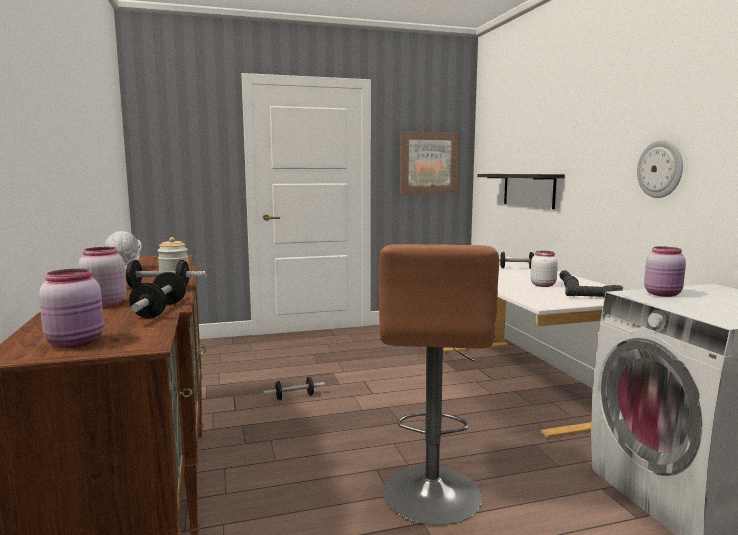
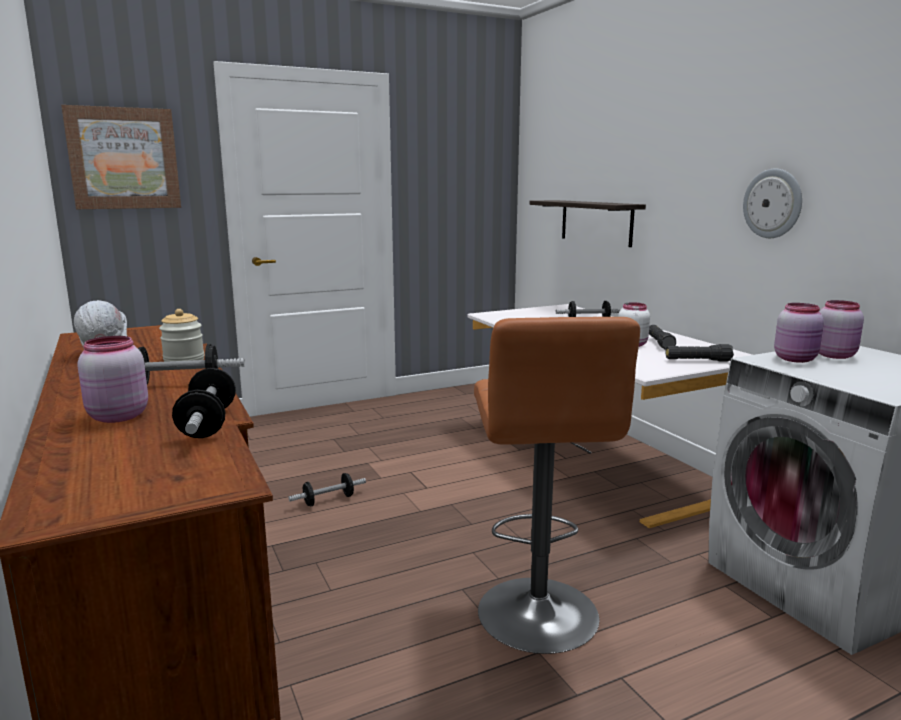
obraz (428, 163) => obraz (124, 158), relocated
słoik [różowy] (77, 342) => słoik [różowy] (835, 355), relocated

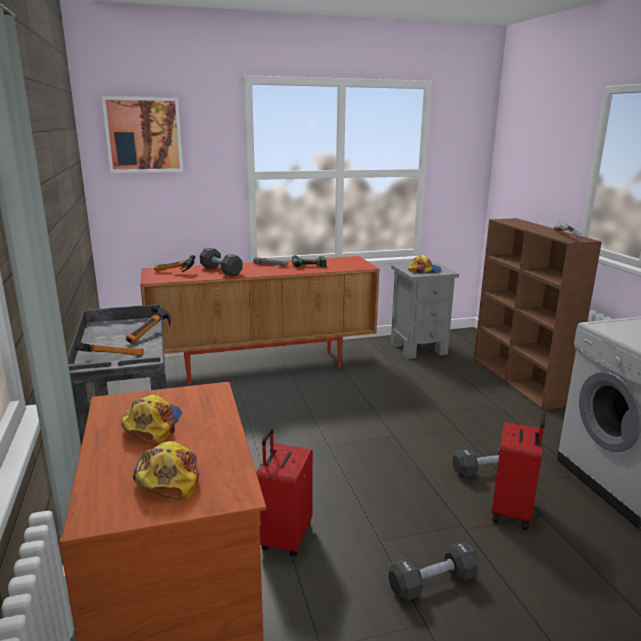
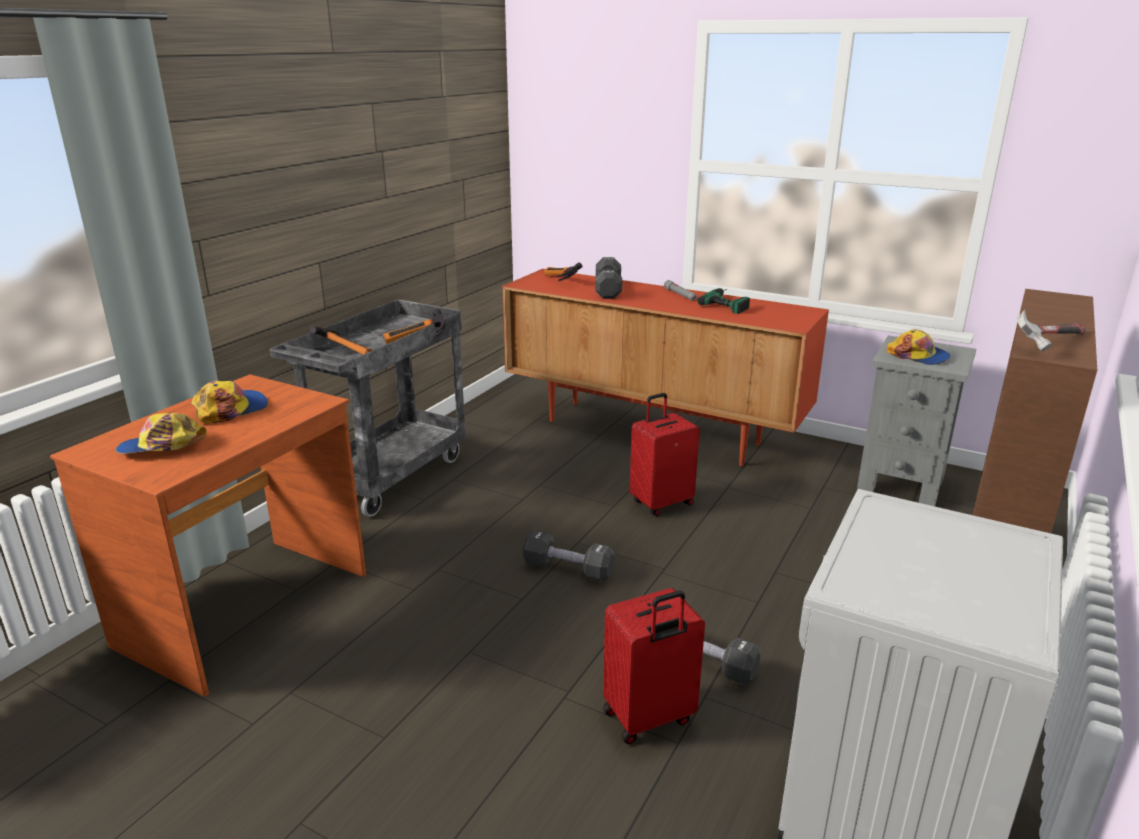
czapka z daszkiem (168, 475) => czapka z daszkiem (161, 447), 135 degrees counterclockwise
hantel [czarny] (432, 583) => hantel [czarny] (568, 569), relocated
walizka [czerwony] (284, 537) => walizka [czerwony] (661, 503), relocated
obraz (144, 135) => nothing

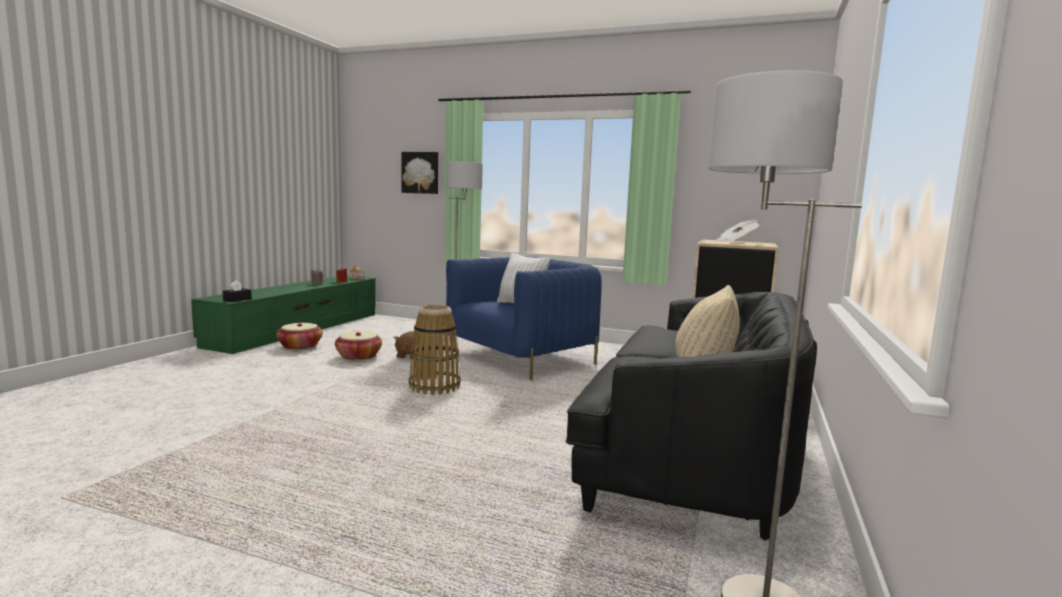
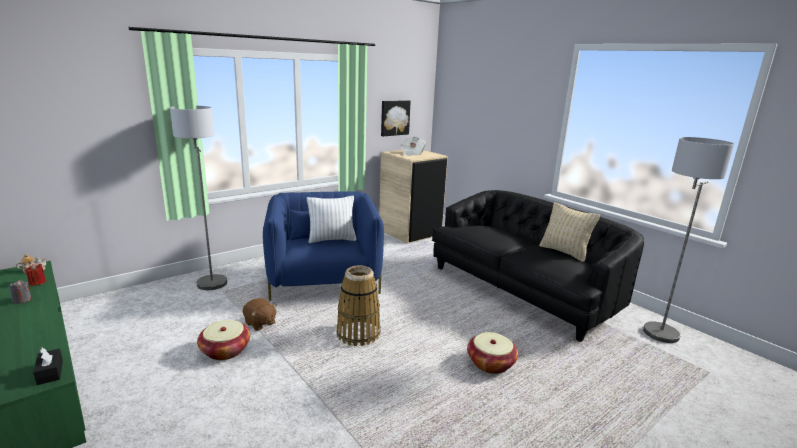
obraz (420, 172) => obraz (394, 118), relocated
koszyk (300, 346) => koszyk (490, 363), relocated

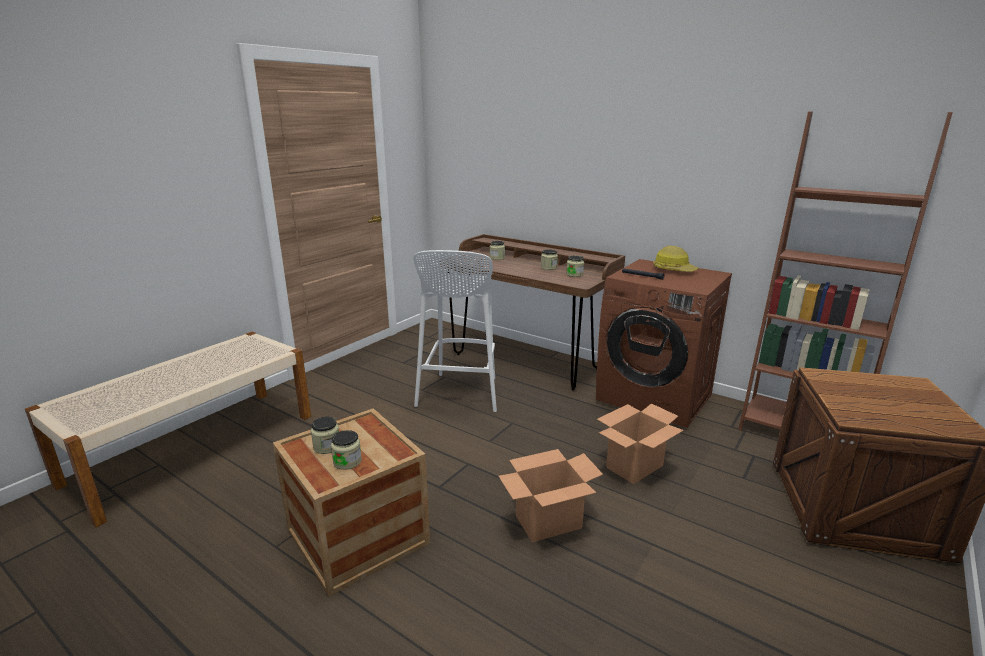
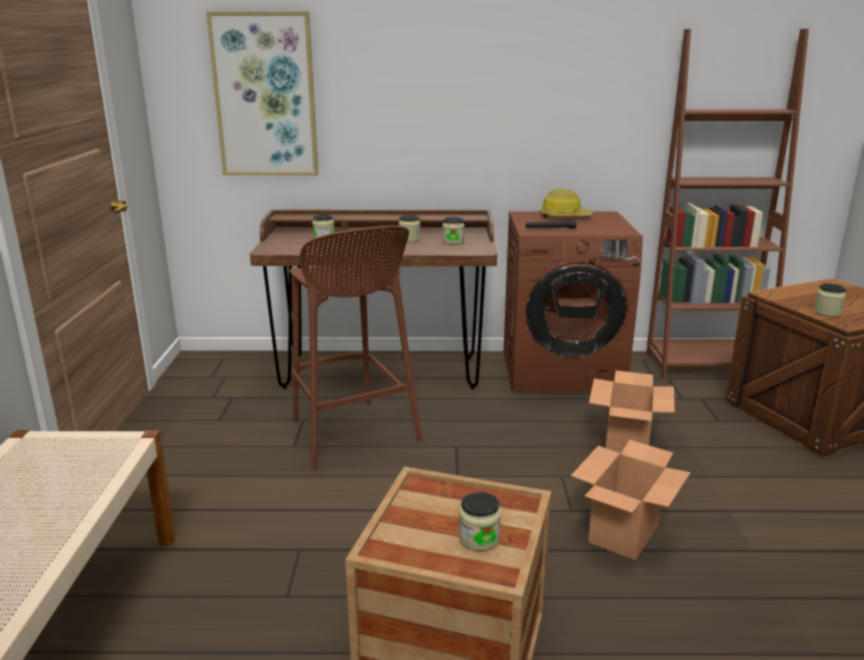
nothing => obraz (265, 96)
stołek [biały] (460, 393) => stołek [brązowy] (351, 434)
słoik (327, 446) => słoik (827, 312), relocated

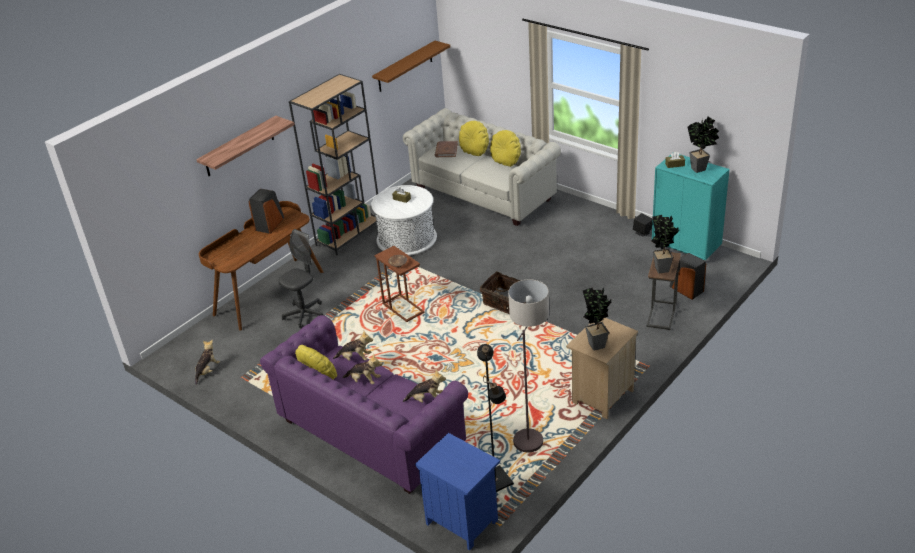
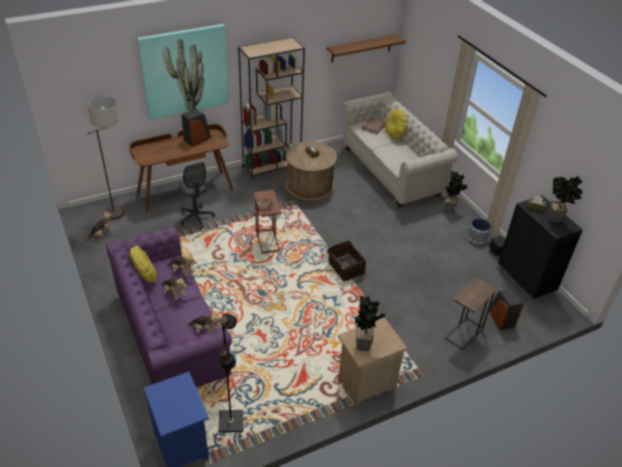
lampa stojąca [szary] (531, 435) => lampa stojąca [szary] (120, 211), relocated
półka (239, 146) => obraz (184, 71)
krzesło biurowe [szary] (305, 315) => krzesło biurowe [szary] (196, 217), 90 degrees clockwise
ława [biały] (406, 238) => ława [brązowy] (309, 185)
roślina doniczkowa (662, 267) => roślina doniczkowa (450, 209), relocated
nothing => donica (477, 237)
szafka [turkusowy] (687, 246) => szafka [czarny] (527, 279)
poduszka [żółty] (506, 162) => nothing

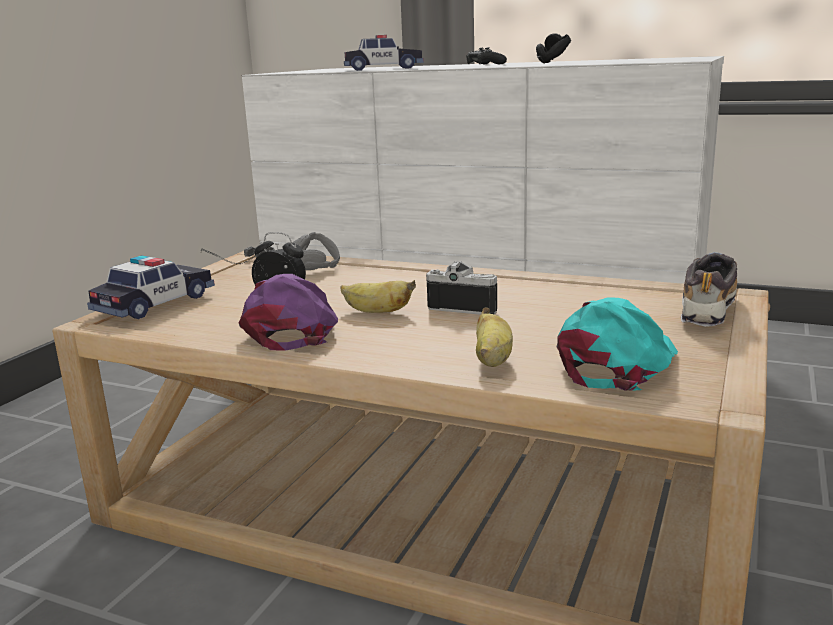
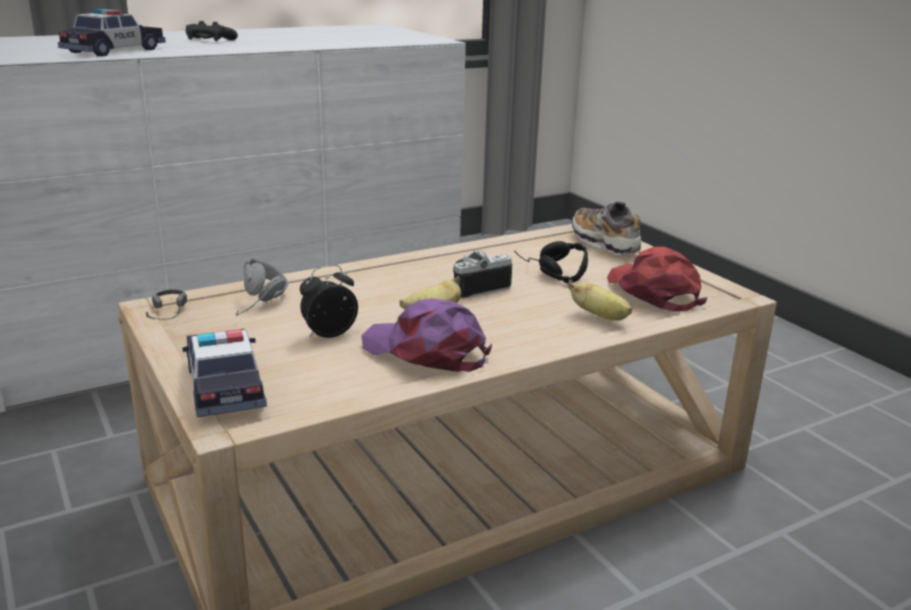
słuchawki [czarny] (547, 62) => słuchawki [czarny] (545, 273), relocated
czapka z daszkiem [turkusowy] (618, 362) => czapka z daszkiem [czerwony] (653, 292)

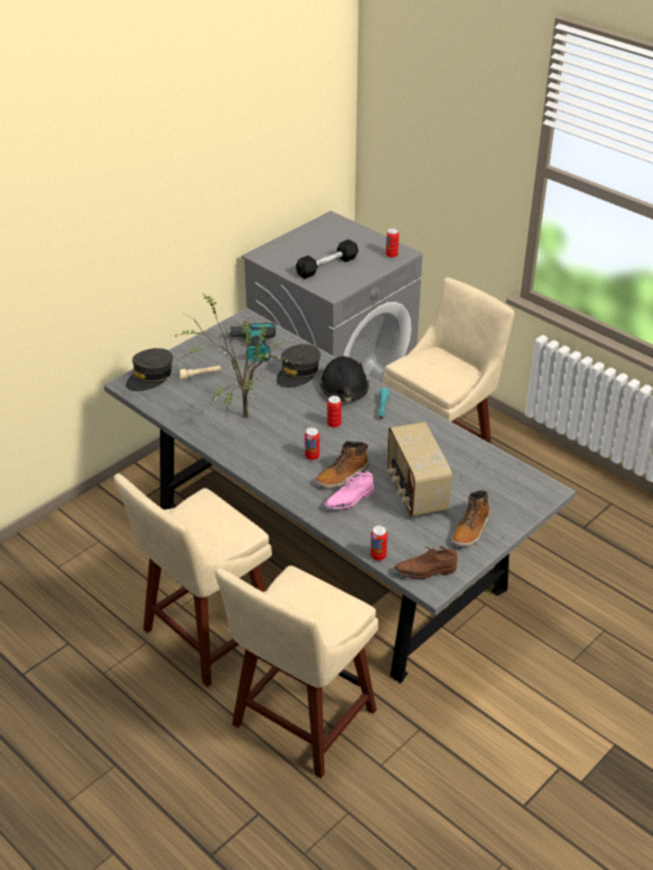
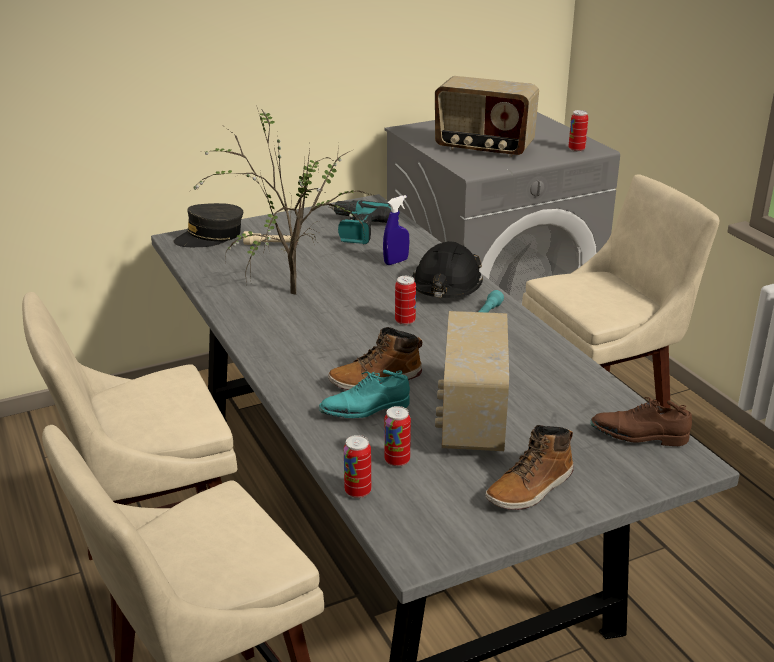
but [różowy] (349, 500) => but [turkusowy] (365, 411)
czapka z daszkiem [szary] (298, 373) => spryskiwacz [niebieski] (396, 262)
puszka (312, 456) => puszka (397, 461), relocated
hantel [czarny] (327, 266) => radio (483, 148)
but [brązowy] (425, 571) => but [brązowy] (638, 436), relocated

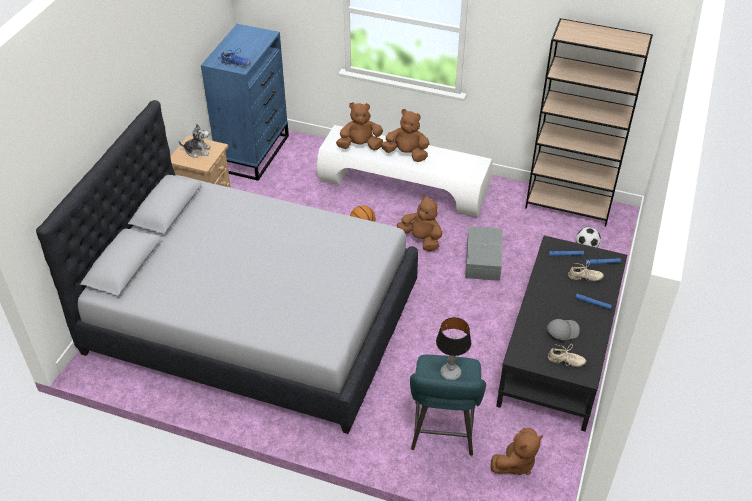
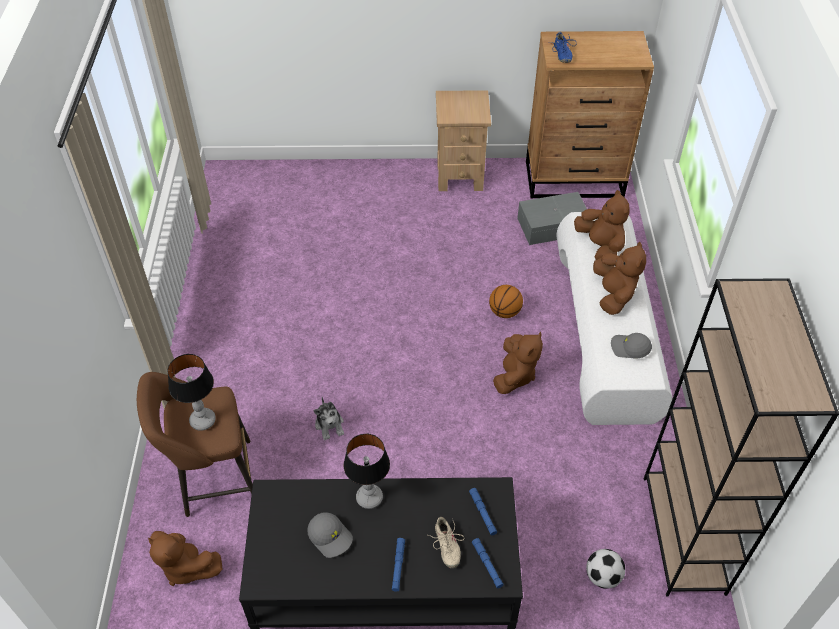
stołek [turkusowy] (443, 432) => stołek [brązowy] (213, 479)
pluszak (197, 151) => pluszak (330, 425), relocated
nothing => lampa stołowa (369, 498)
pojemnik do przechowywania [szary] (482, 260) => pojemnik do przechowywania [szary] (551, 225), relocated
komoda [niebieski] (254, 152) => komoda [brązowy] (575, 179)
nothing => czapka z daszkiem [szary] (629, 348)
łóżko [szary] (252, 318) => nothing
but [beżowy] (566, 361) => nothing

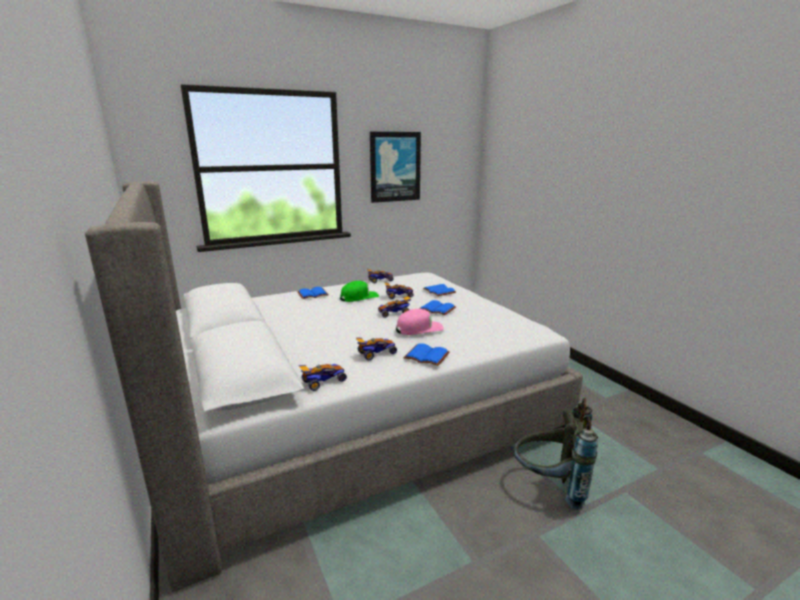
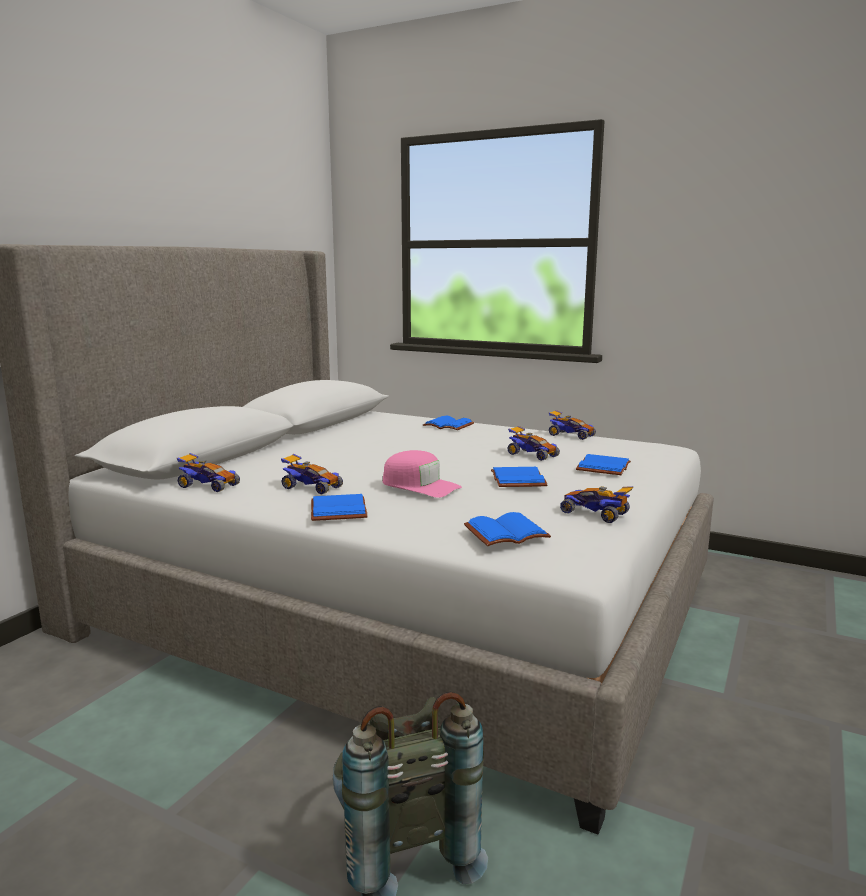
nothing => książka [niebieski] (506, 532)
samochodzik (394, 313) => samochodzik (596, 514), relocated
czapka z daszkiem [zielony] (359, 297) => nothing
obraz (395, 167) => nothing

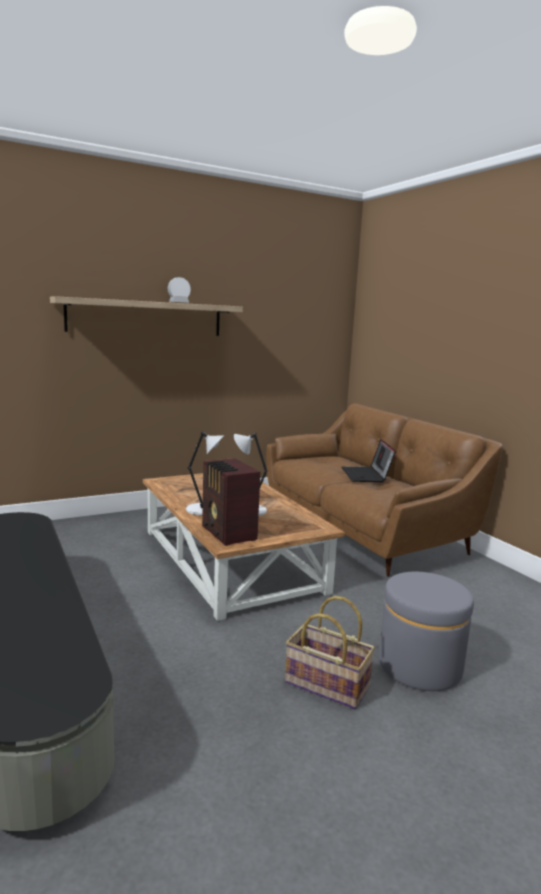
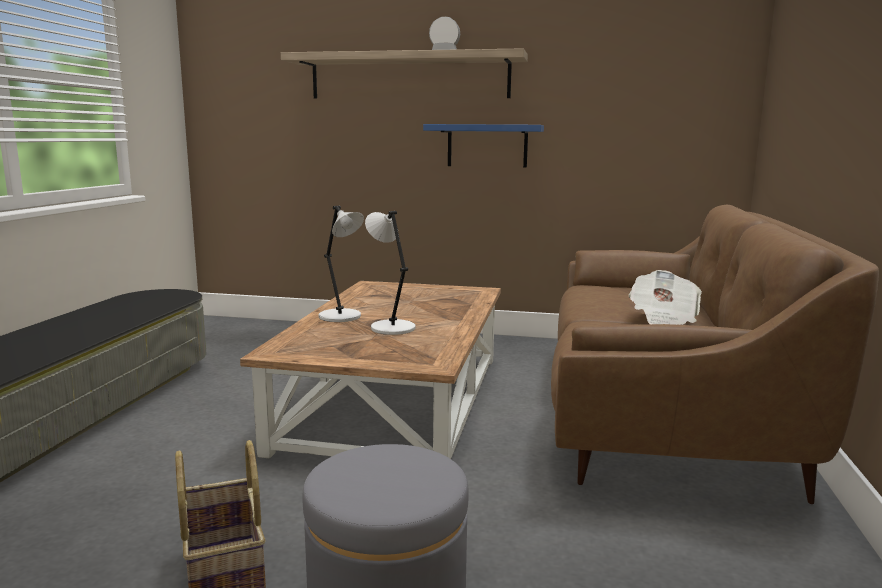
nothing => półka [niebieski] (487, 146)
laptop (366, 475) => gazeta (663, 318)
radio (228, 534) => nothing

